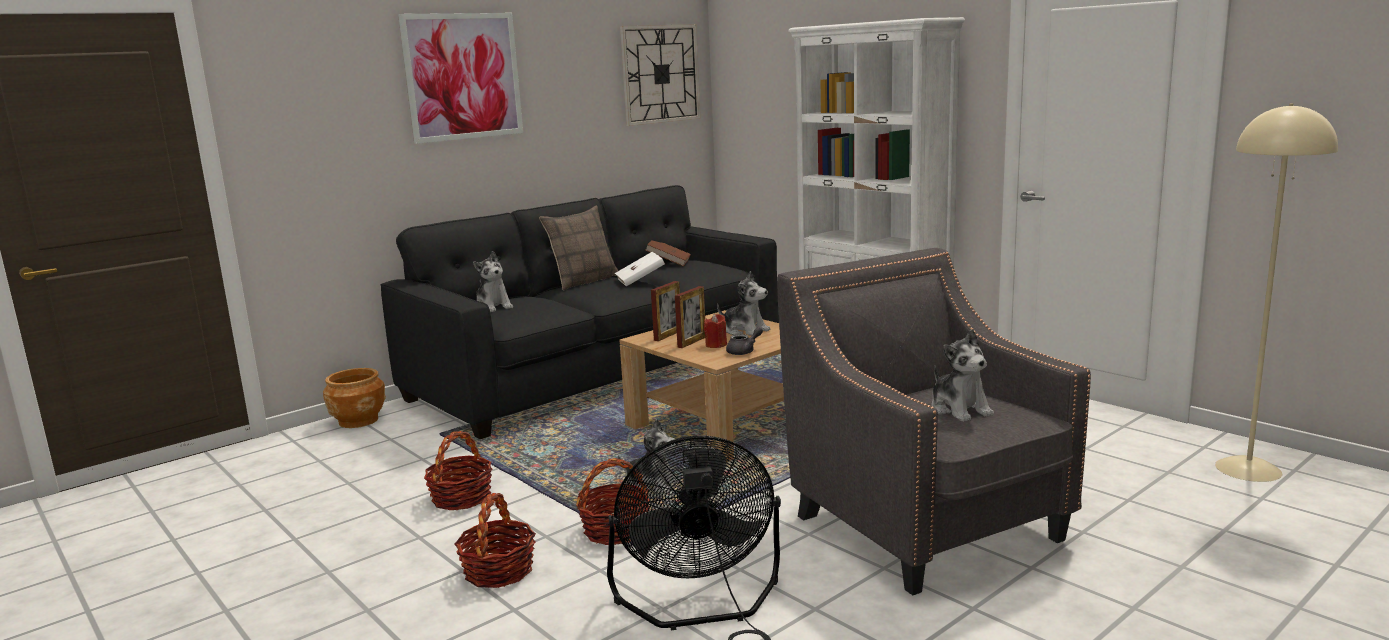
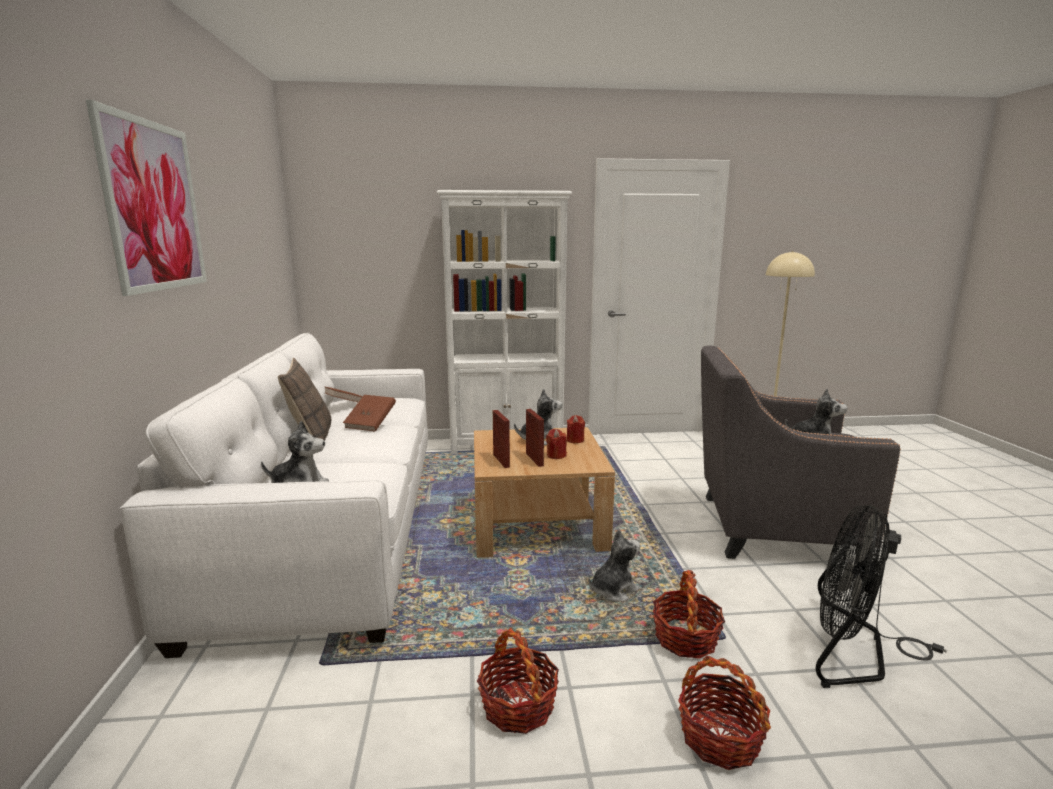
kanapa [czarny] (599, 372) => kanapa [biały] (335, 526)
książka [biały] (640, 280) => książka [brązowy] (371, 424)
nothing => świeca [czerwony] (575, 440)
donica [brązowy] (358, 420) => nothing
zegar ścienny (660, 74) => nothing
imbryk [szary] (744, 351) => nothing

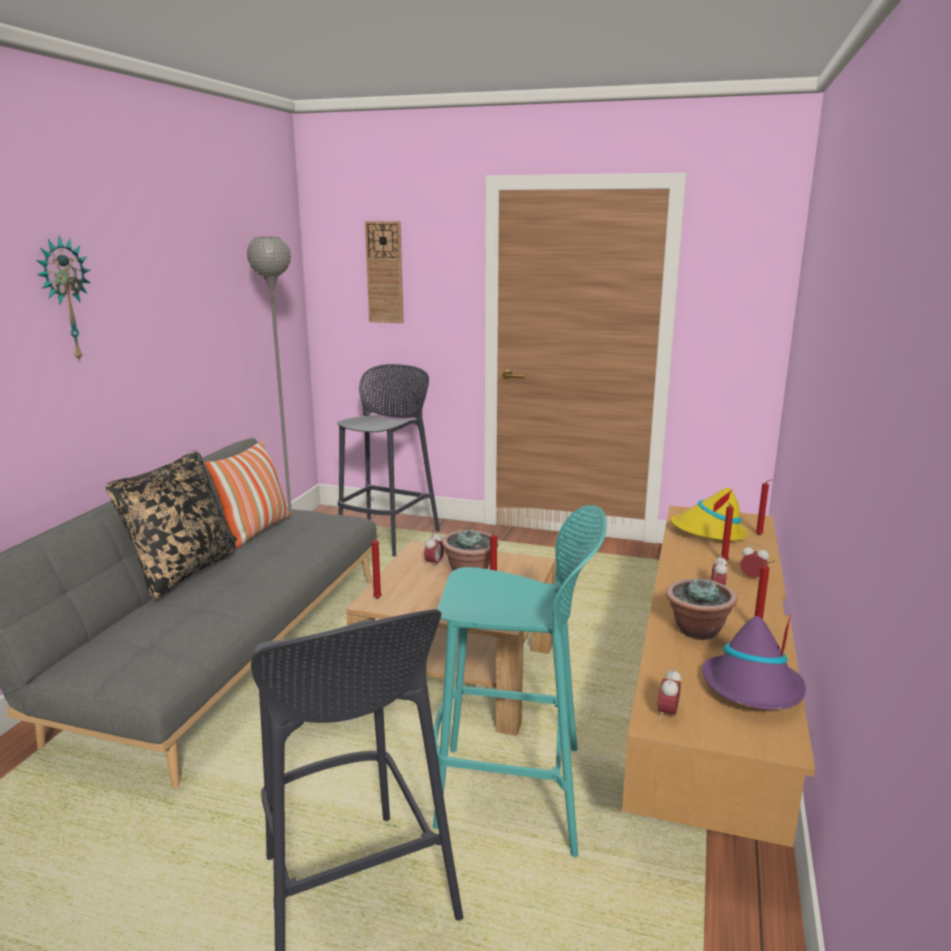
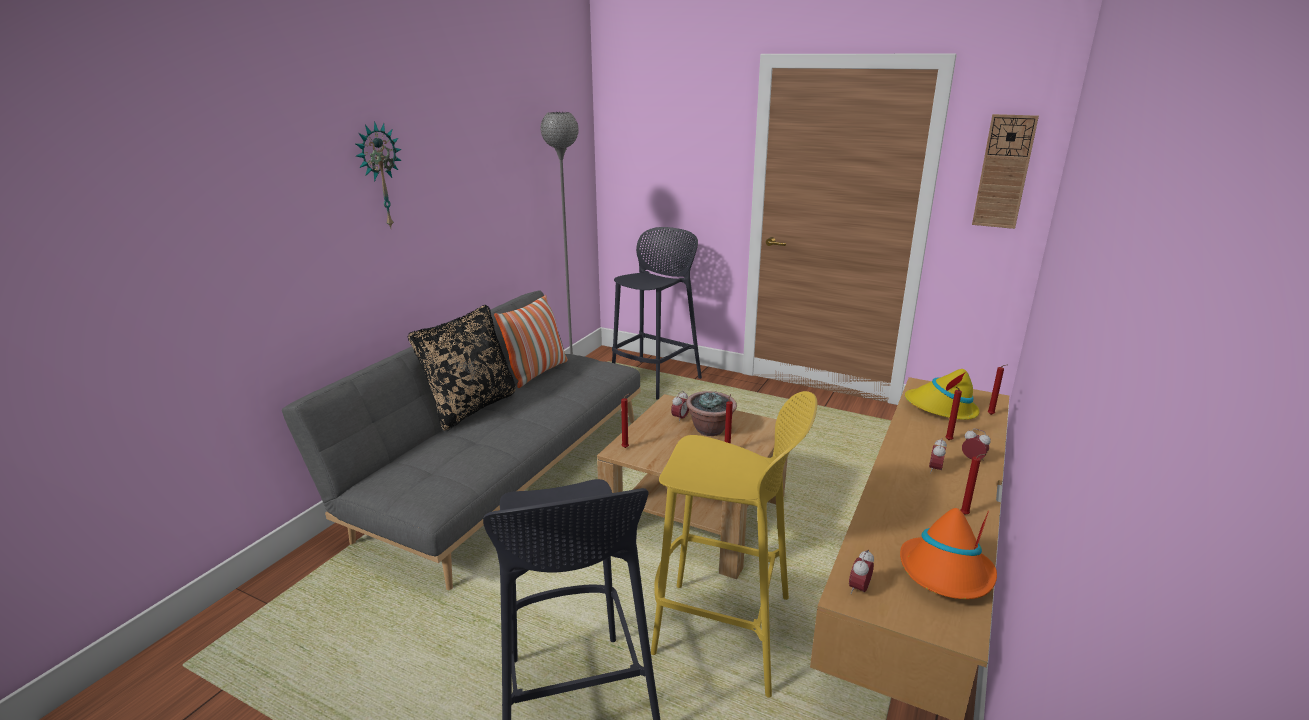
stołek [turkusowy] (514, 794) => stołek [żółty] (726, 632)
kapelusz [fioletowy] (753, 689) => kapelusz [pomarańczowy] (946, 574)
zegar ścienny (385, 272) => zegar ścienny (1004, 172), relocated
roślina doniczkowa (697, 630) => nothing

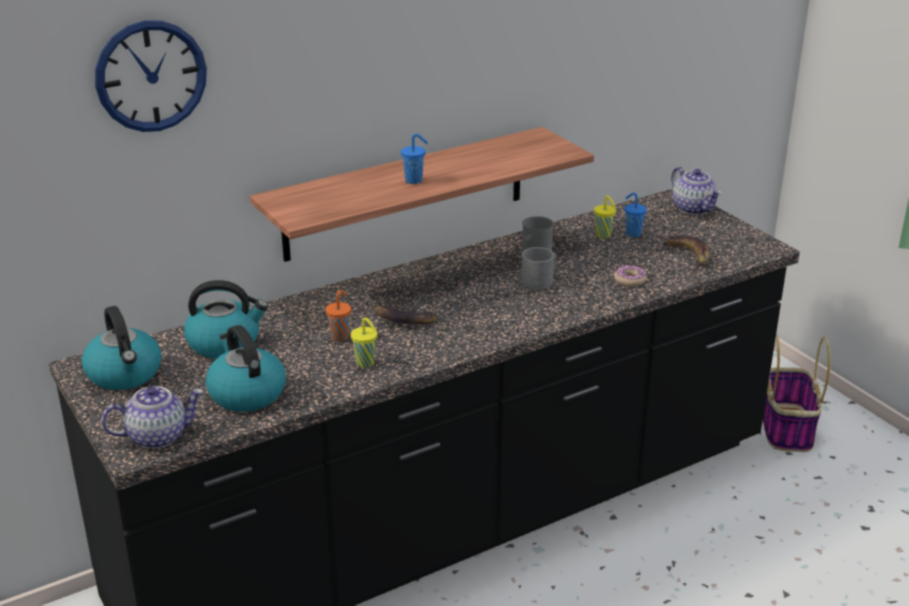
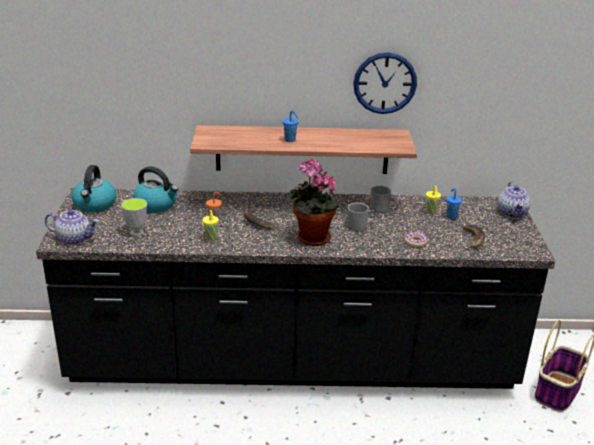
czajnik (246, 393) => filiżanka (136, 233)
nothing => roślina doniczkowa (310, 239)
zegar ścienny (151, 76) => zegar ścienny (385, 83), relocated

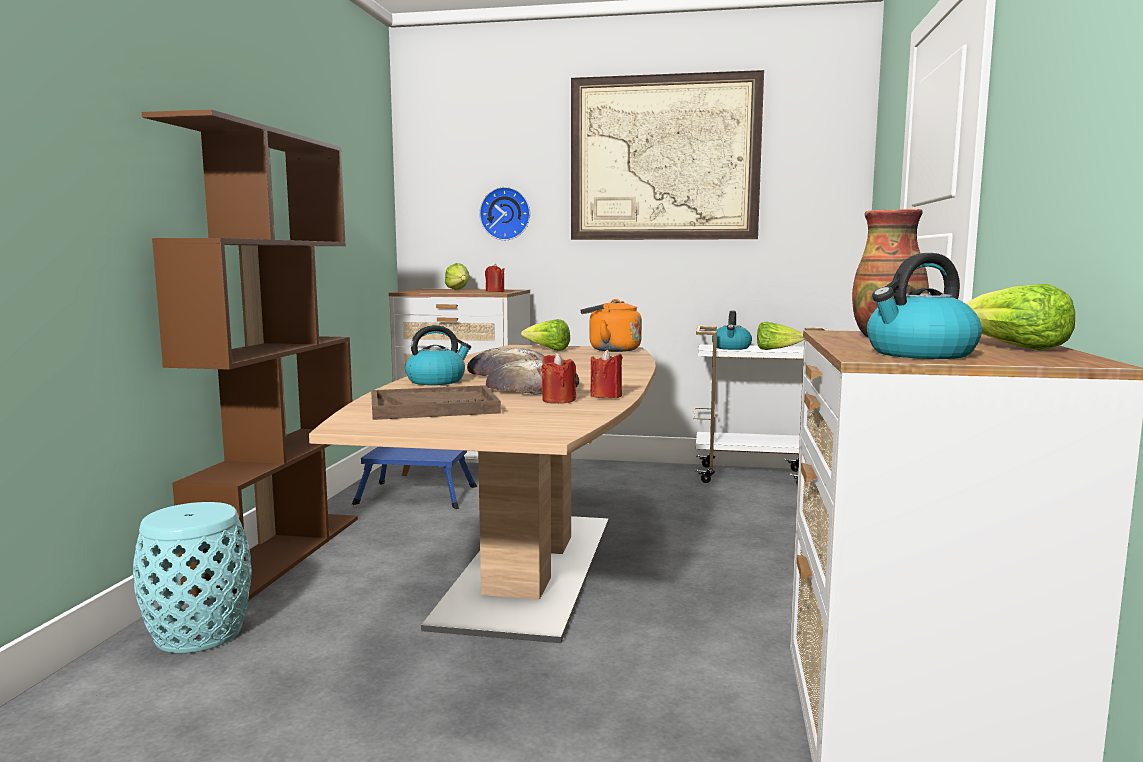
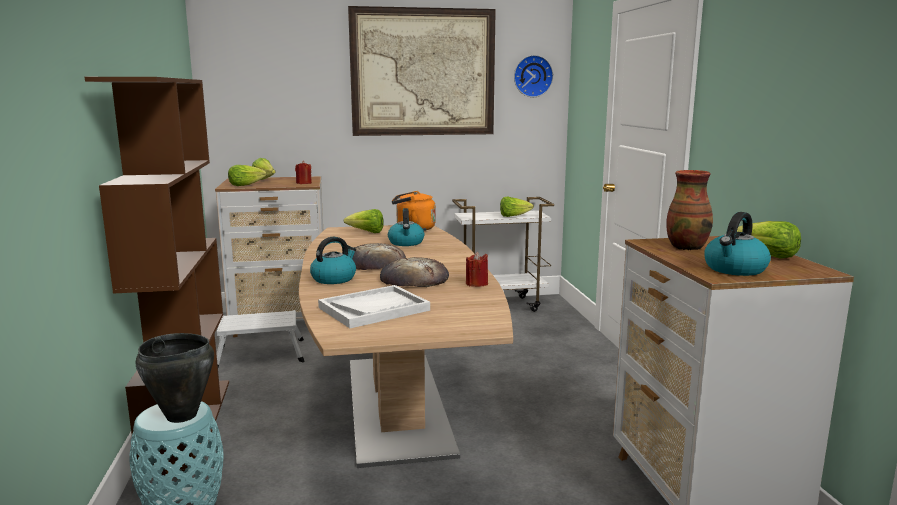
nothing => garnek [czarny] (181, 416)
drabinka [niebieski] (415, 495) => drabinka [biały] (259, 354)
nothing => sałata (246, 185)
taca [brązowy] (434, 407) => taca [biały] (374, 309)
czajnik (731, 348) => czajnik (406, 243), relocated
zegar ścienny (505, 213) => zegar ścienny (532, 76), relocated
świeca [czerwony] (558, 400) => nothing

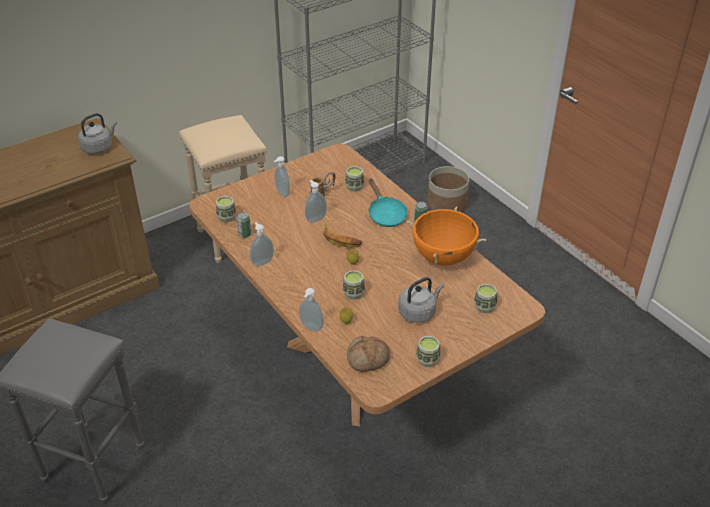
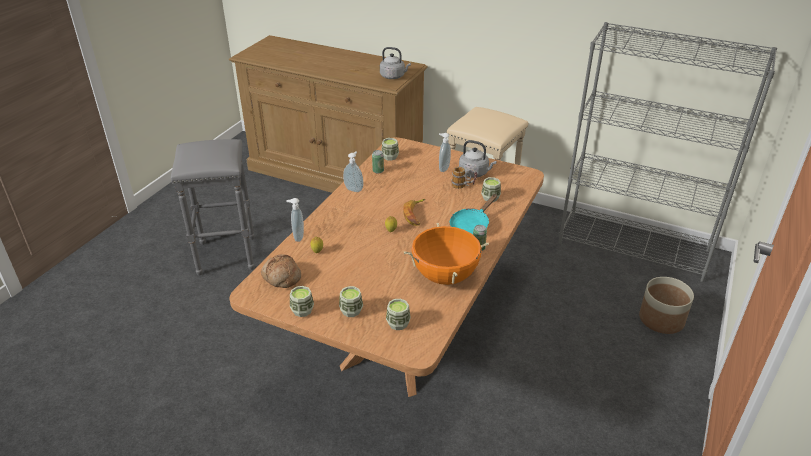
filiżanka (353, 293) => filiżanka (351, 311), relocated
czajnik [szary] (418, 312) => czajnik [szary] (475, 173), relocated
dozownik mydła (315, 218) => nothing

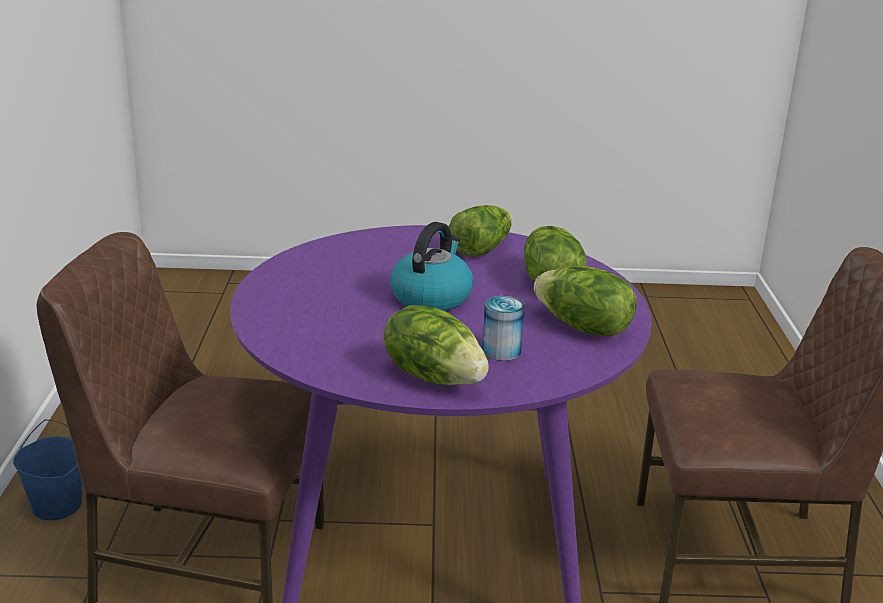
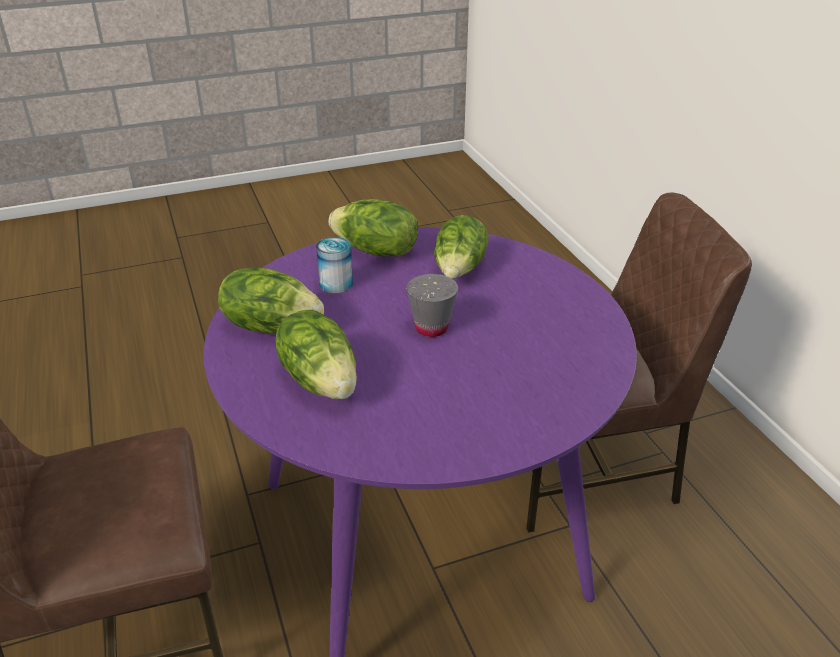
czajnik (431, 297) => filiżanka [szary] (431, 328)
sałata (481, 248) => sałata (459, 270), relocated
wiadro [niebieski] (57, 506) => nothing

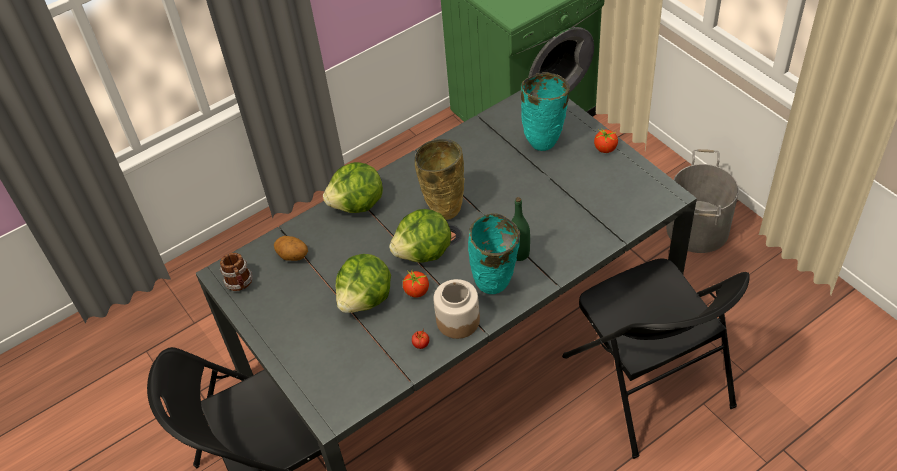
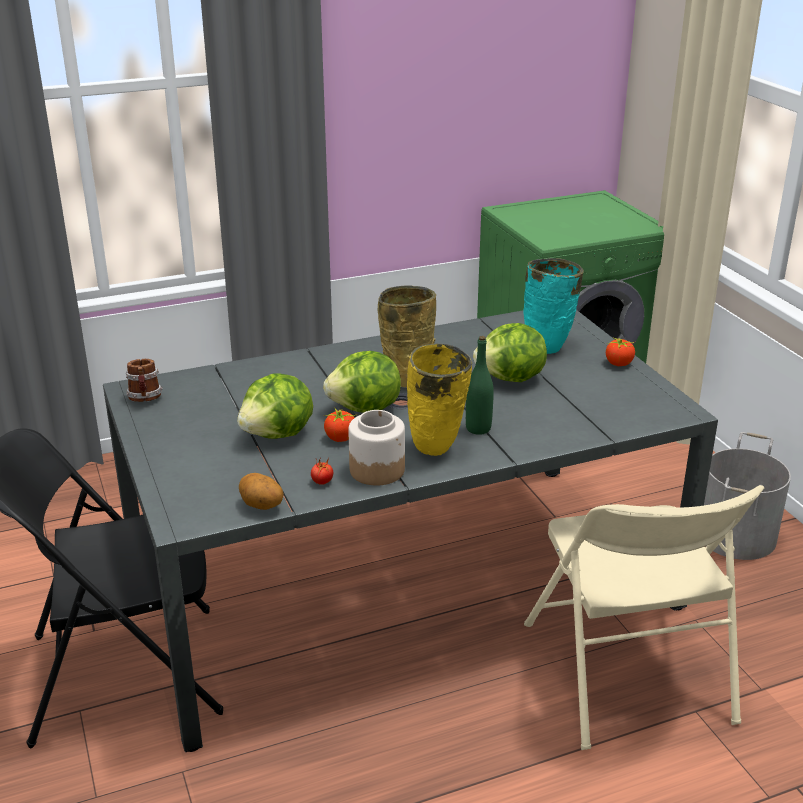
ziemniak (292, 256) => ziemniak (261, 506), relocated
wazon [turkusowy] (495, 286) => wazon [żółty] (436, 450)
sałata (358, 205) => sałata (511, 379), relocated
krzesło [czarny] (646, 381) => krzesło [beżowy] (625, 672)

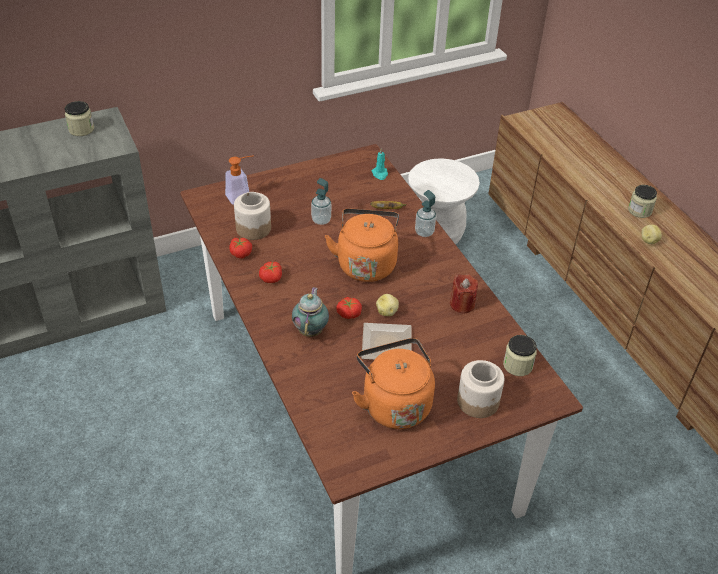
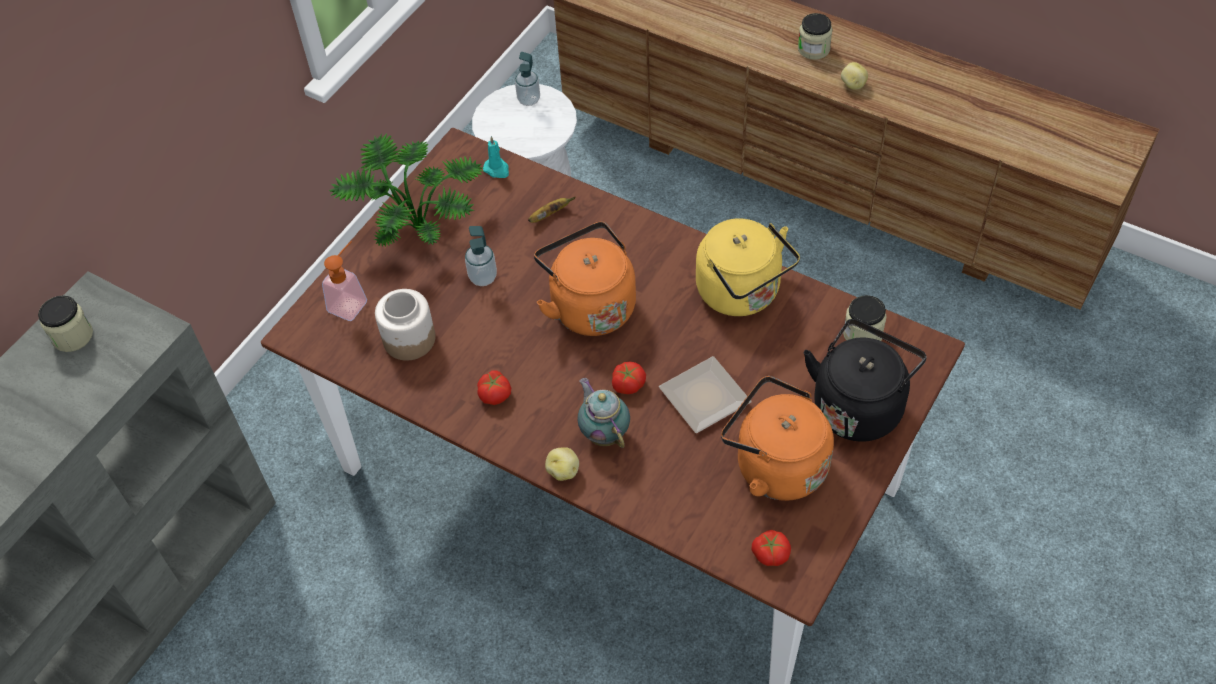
nothing => roślina doniczkowa (417, 225)
dozownik mydła (424, 232) => dozownik mydła (529, 99), relocated
ziemniak (387, 312) => ziemniak (563, 470), relocated
świeca [czerwony] (462, 304) => czajnik [żółty] (742, 293)
pomidor (241, 253) => pomidor (770, 553), relocated
słoik (478, 402) => czajnik [czarny] (859, 405)

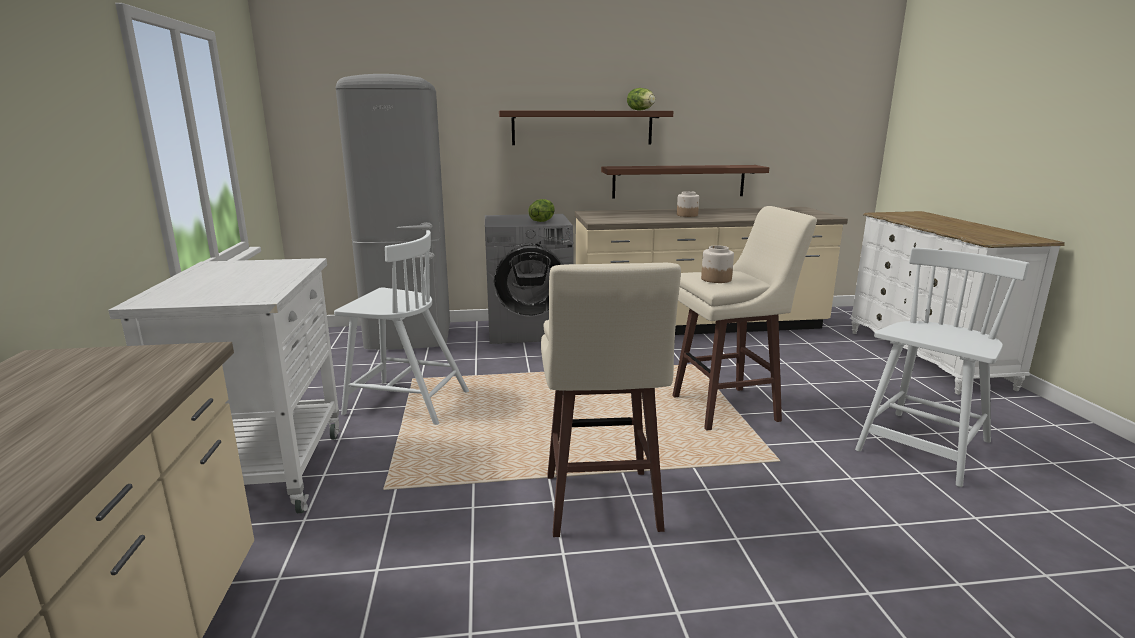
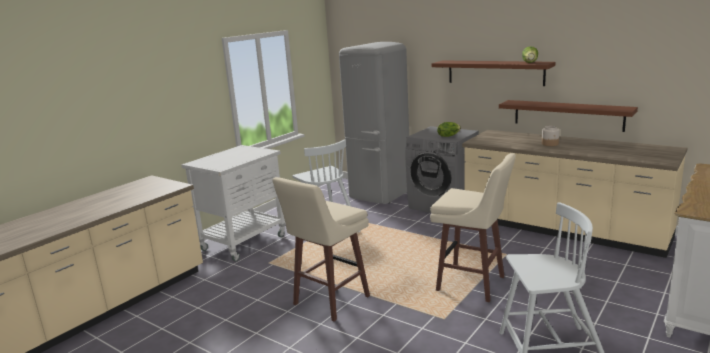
słoik (716, 279) => nothing

